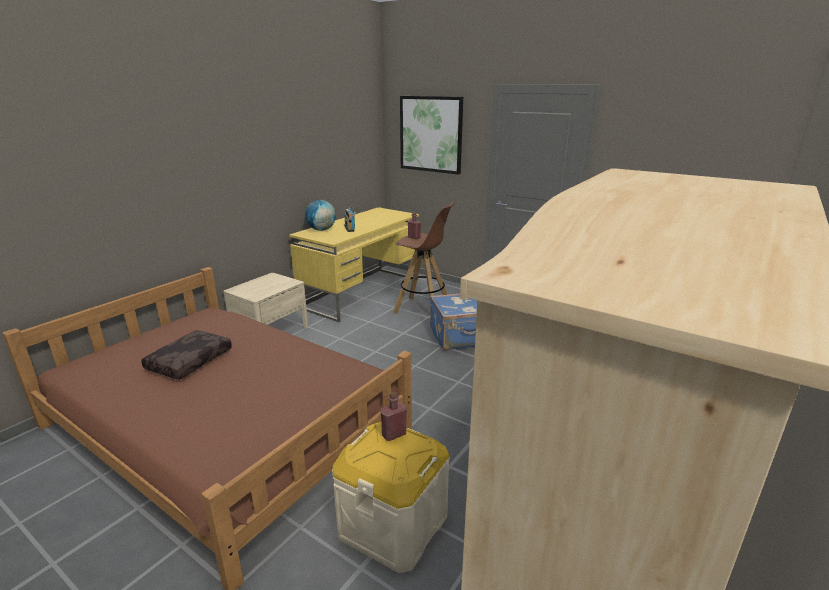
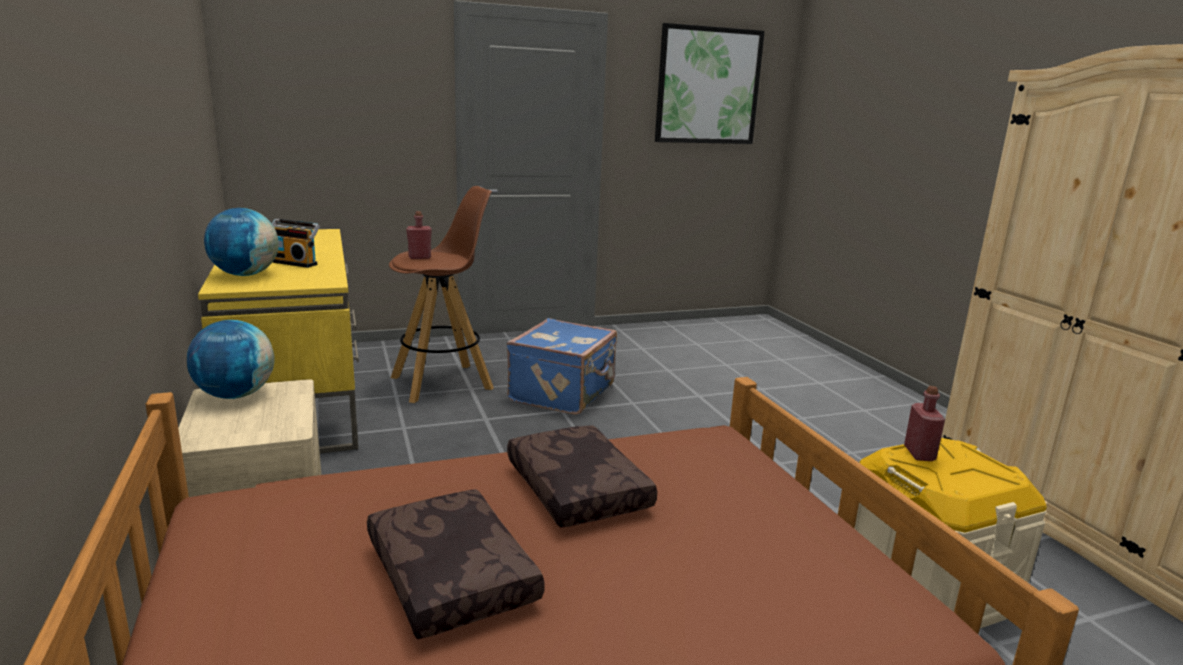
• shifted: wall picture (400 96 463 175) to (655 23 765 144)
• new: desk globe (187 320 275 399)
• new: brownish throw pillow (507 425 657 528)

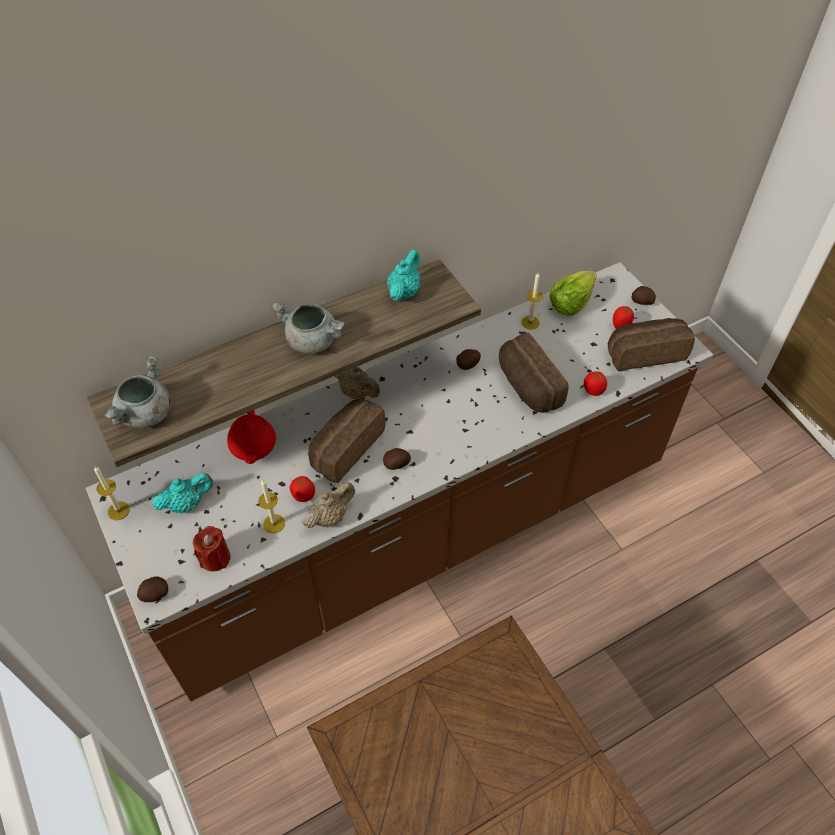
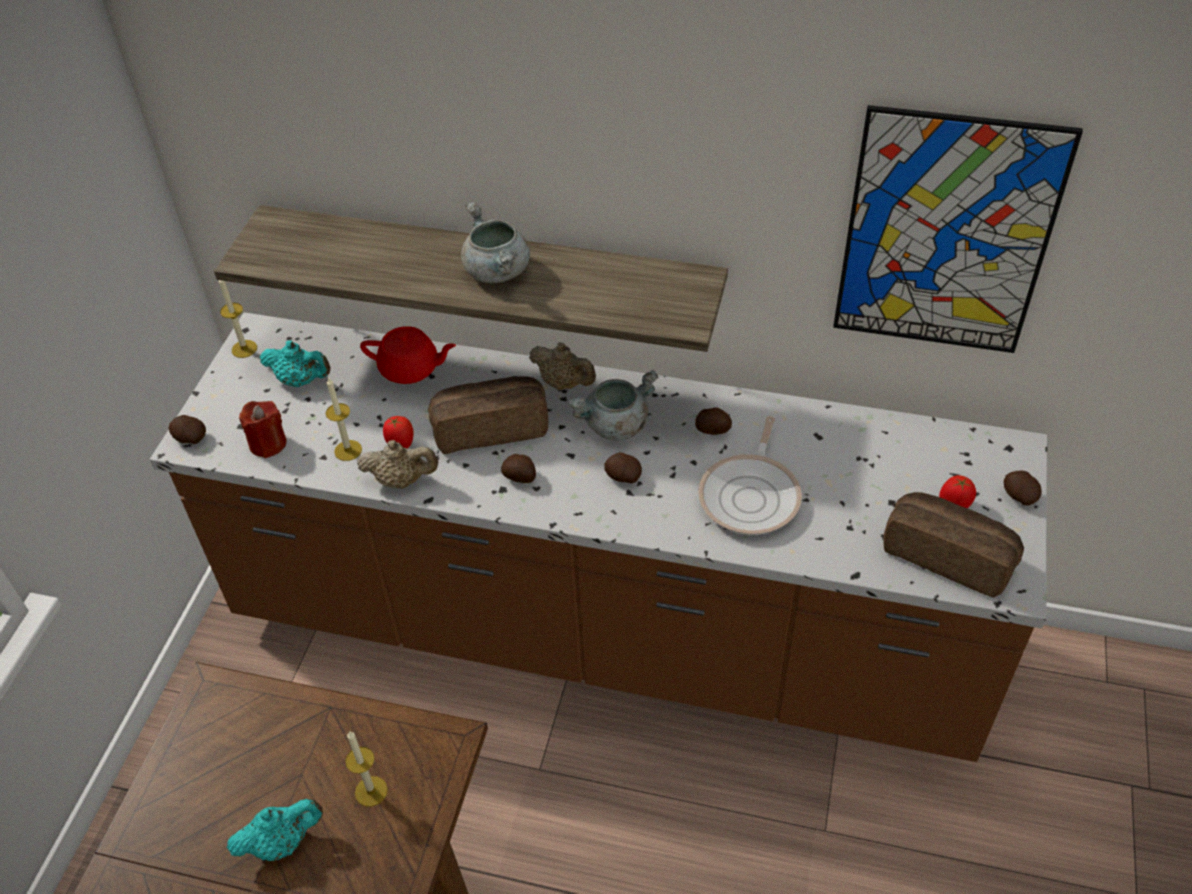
• shifted: turquoise-coloured teapot (387 249 421 301) to (227 799 323 861)
• gone: lettuce head (549 271 597 316)
• shifted: wax light (521 273 543 330) to (345 731 388 807)
• swapped: bread (499 333 569 413) to pan (698 416 802 535)
• shifted: grey saucepot (104 356 171 428) to (568 370 659 441)
• rotated: beige teapot (334 367 380 399) = (529 342 596 390) 45 degrees counterclockwise
• gone: fresh tomato (584 371 607 396)
• rotated: reddish teapot (227 410 276 464) = (360 326 456 384) 120 degrees counterclockwise
• new: wall picture (833 105 1083 353)
• new: potato (604 452 642 484)

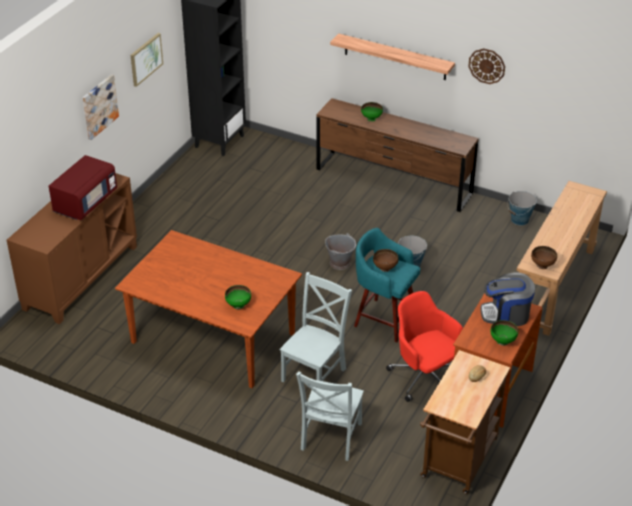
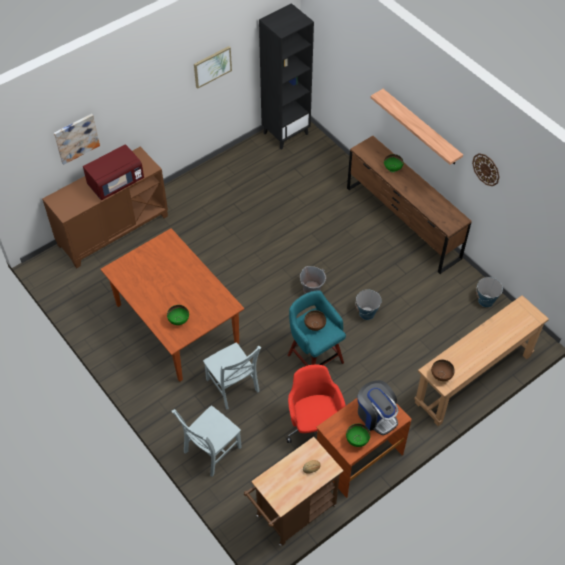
• shifted: wall picture (83 74 119 140) to (54 114 100 165)
• rotated: grey chair (280 272 352 383) = (203 342 261 410) 90 degrees clockwise
• rotated: coffee maker (480 272 535 326) = (358 380 398 435) 150 degrees counterclockwise

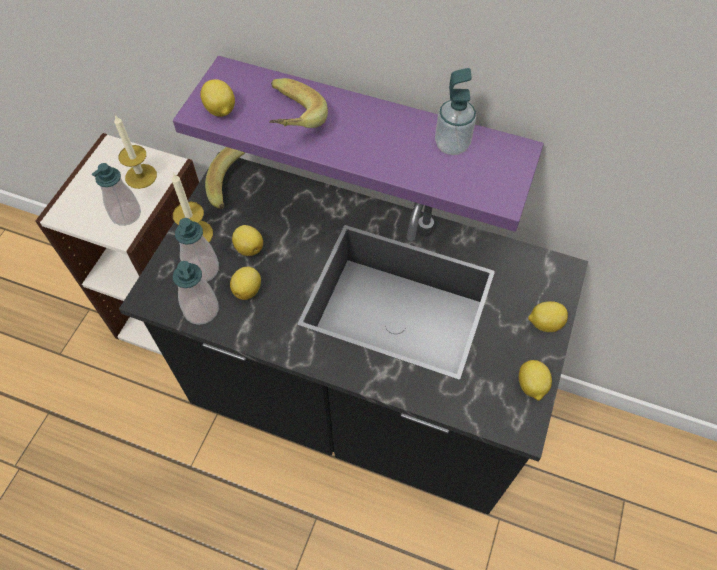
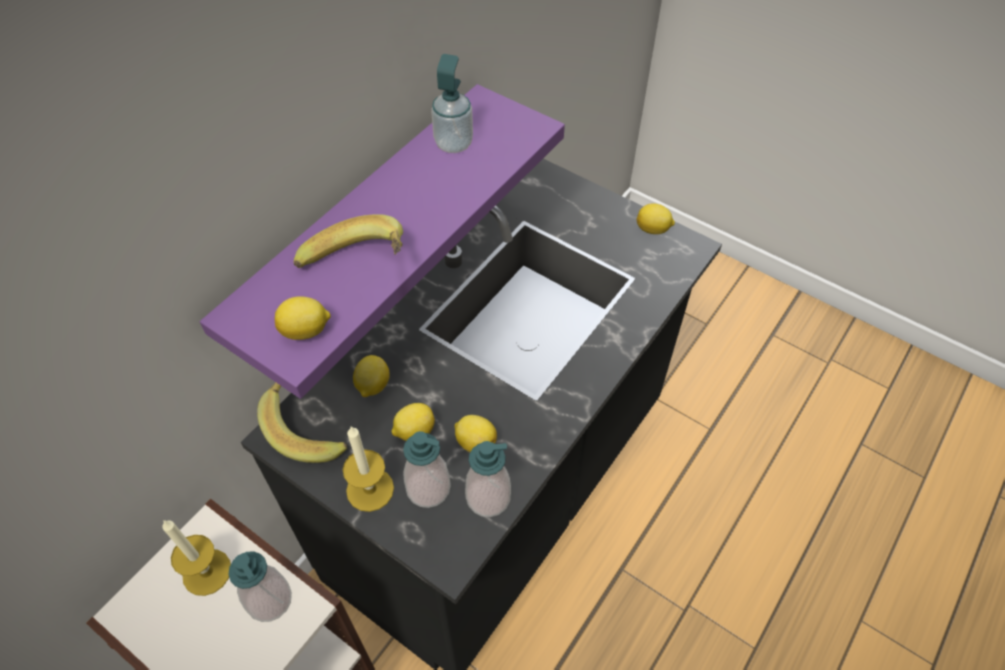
• shifted: lemon (528 301 568 332) to (353 355 390 397)

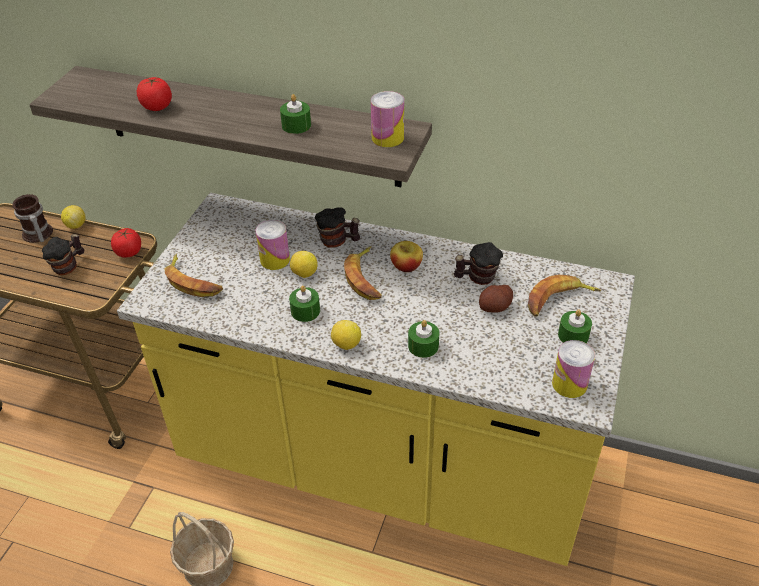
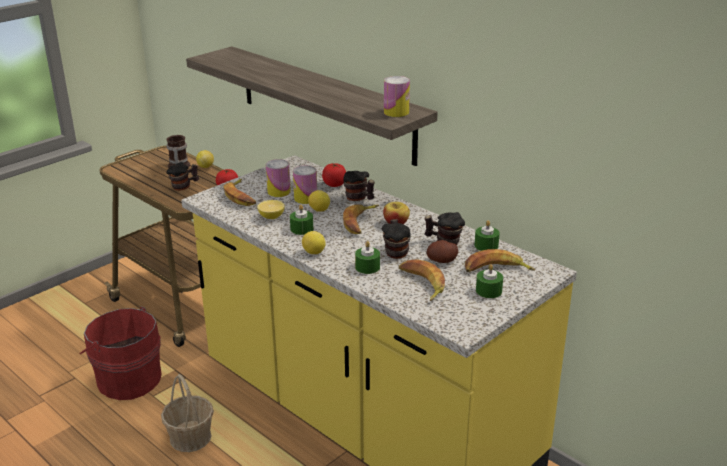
• shifted: fresh tomato (137 77 172 111) to (322 163 346 187)
• shifted: greenish wax light (280 94 311 134) to (475 220 500 251)
• shifted: sealed can (552 340 595 398) to (266 159 291 197)
• new: lemon (257 200 285 219)
• new: coffee mug (382 219 411 259)
• new: banana fruit (399 260 445 301)
• new: reddish pail (80 306 162 400)

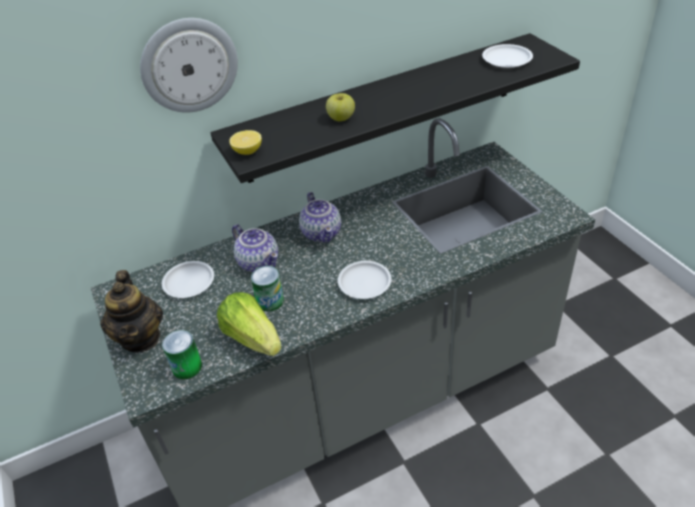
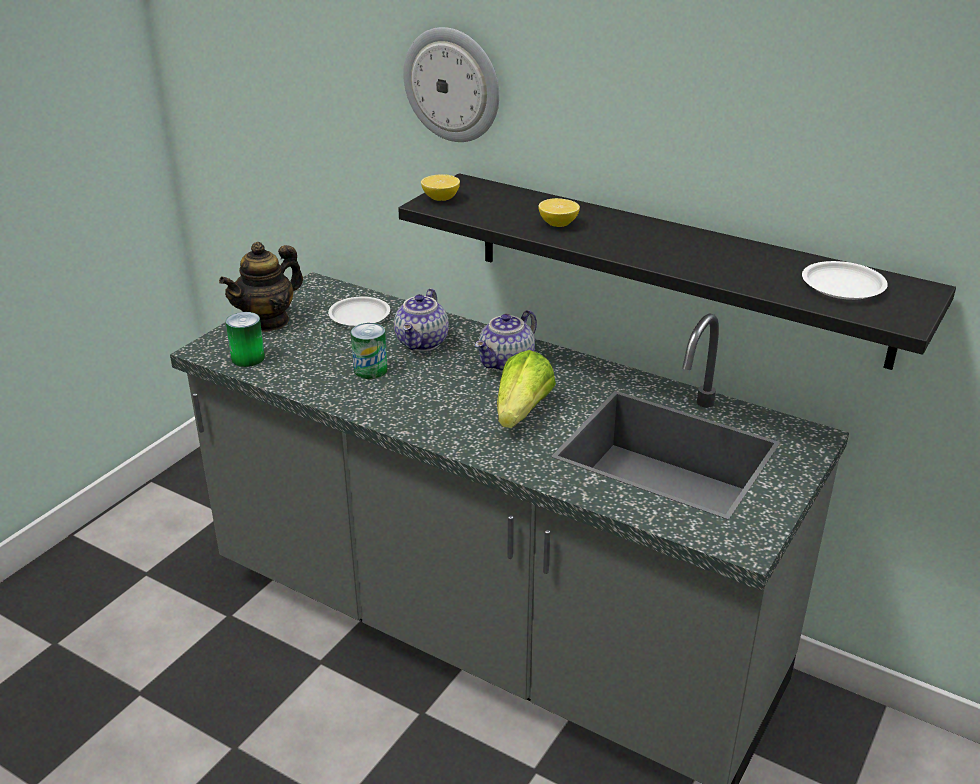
• swapped: apple fruit (326 93 355 121) to lemon (538 198 580 227)
• gone: white-coloured dinner plate (338 261 392 299)
• shifted: lettuce head (217 292 282 356) to (497 350 556 428)

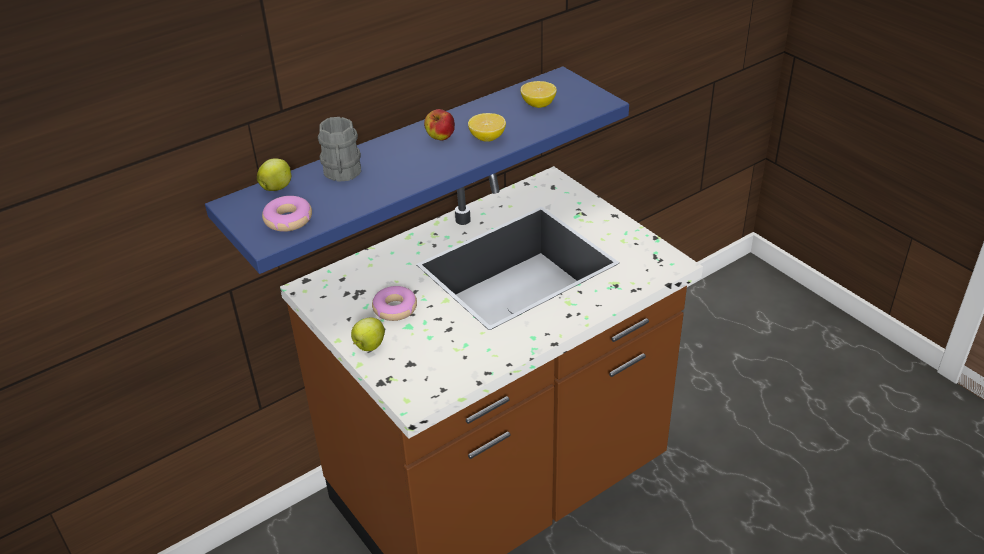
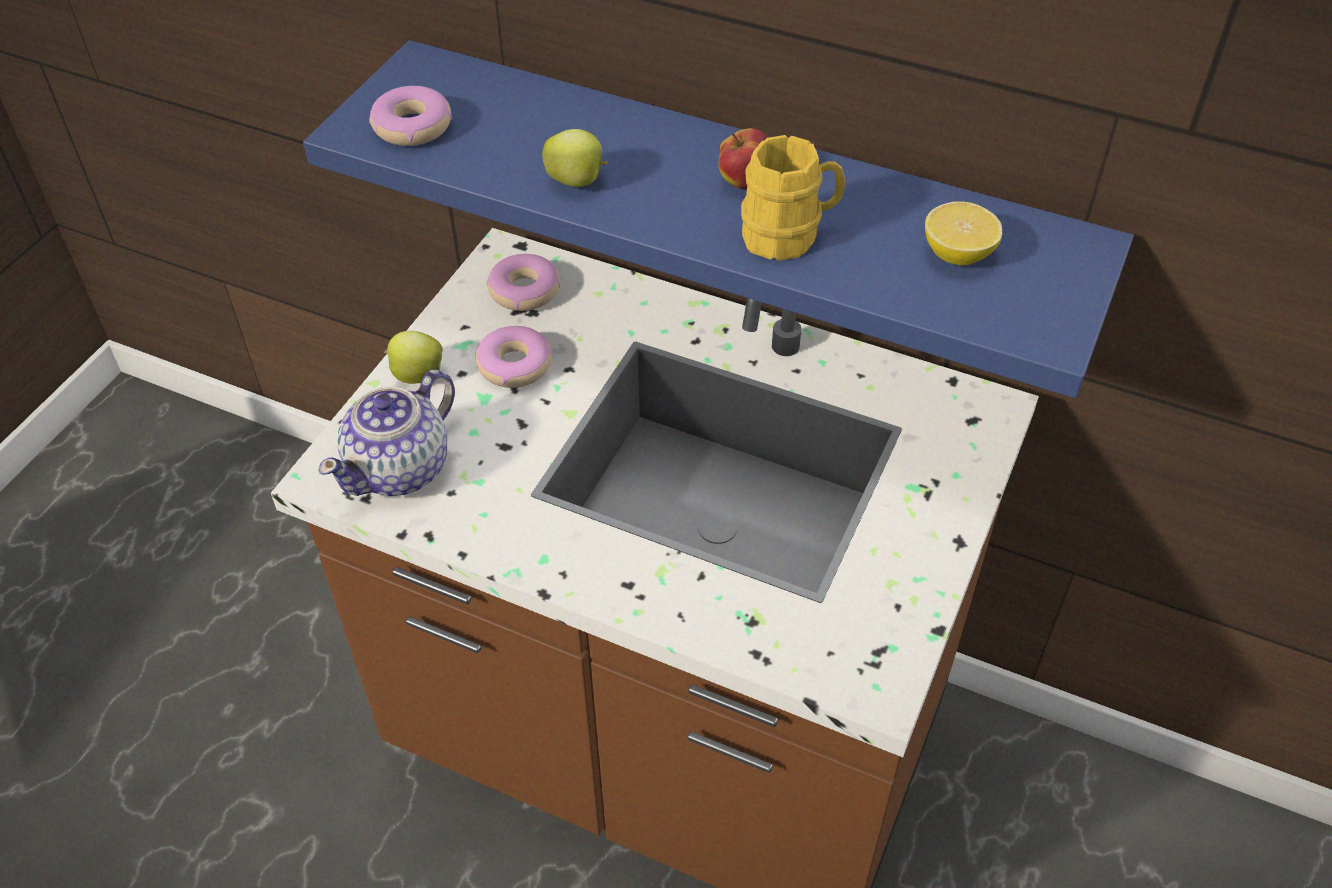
• swapped: lemon (468 113 506 142) to yellow coffee mug (741 135 845 261)
• gone: grey coffee mug (318 117 361 182)
• shifted: apple fruit (257 158 291 191) to (542 129 608 187)
• new: doughnut (486 254 560 311)
• new: teapot (319 369 455 496)

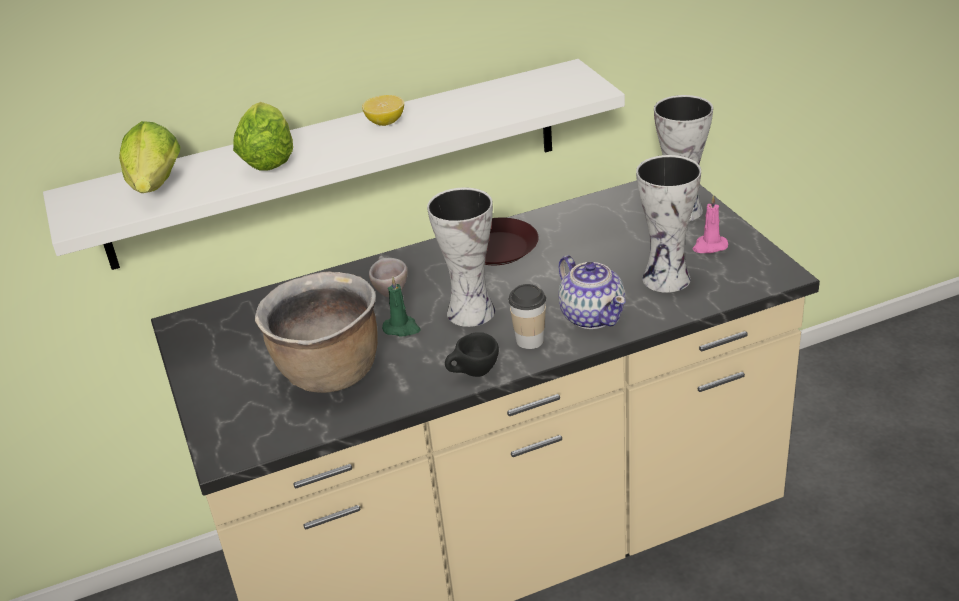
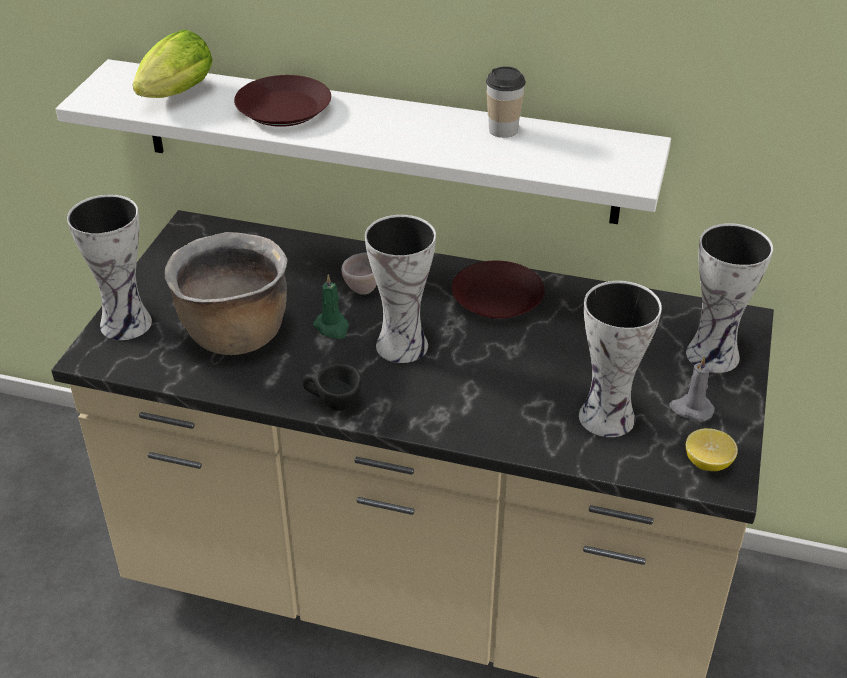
• shifted: lemon (362 95 404 126) to (686 428 738 471)
• swapped: lettuce head (233 102 293 171) to brownish dinner plate (234 75 331 127)
• repainted: pink wax light (692 195 728 253) to grey wax light (669 356 715 422)
• gone: teapot (558 255 626 329)
• shifted: drinking cup (508 284 546 349) to (486 66 526 138)
• new: decorative vase (67 195 152 340)

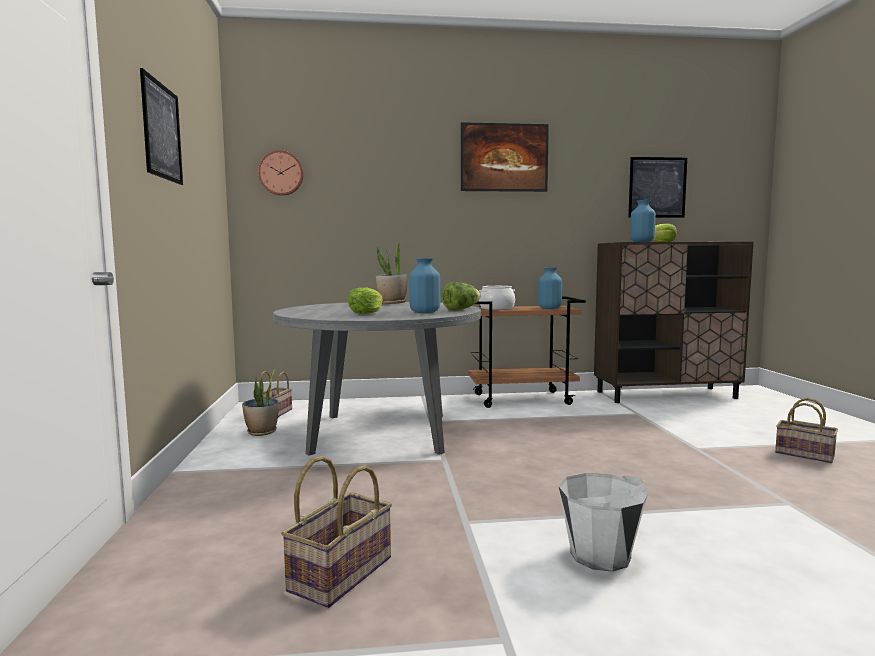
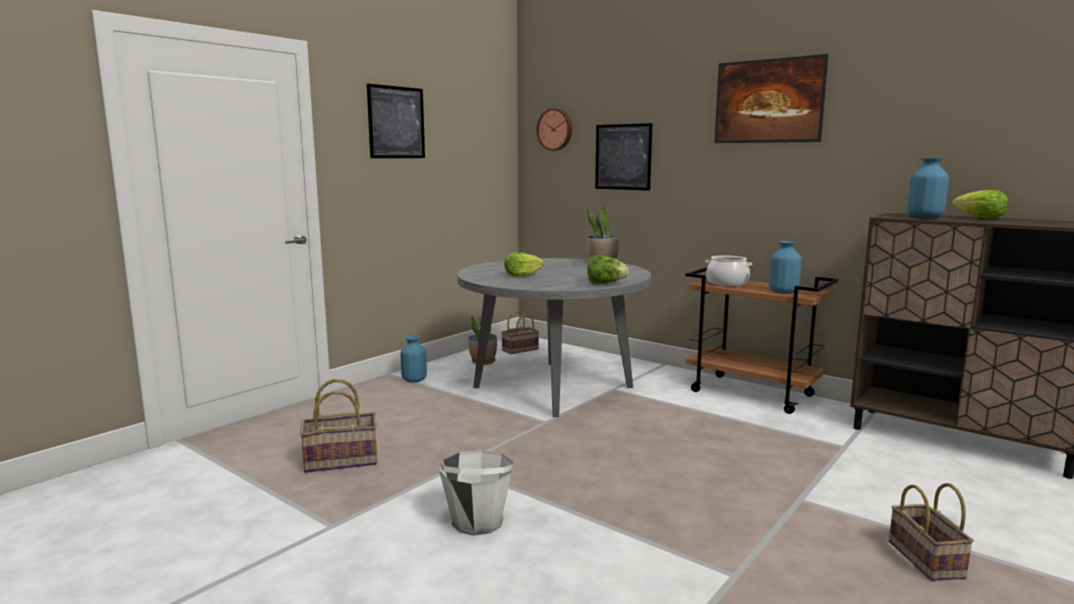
• shifted: wall picture (628 157 687 218) to (595 123 653 191)
• shifted: bluish decorative vase (409 258 440 313) to (401 336 427 383)

